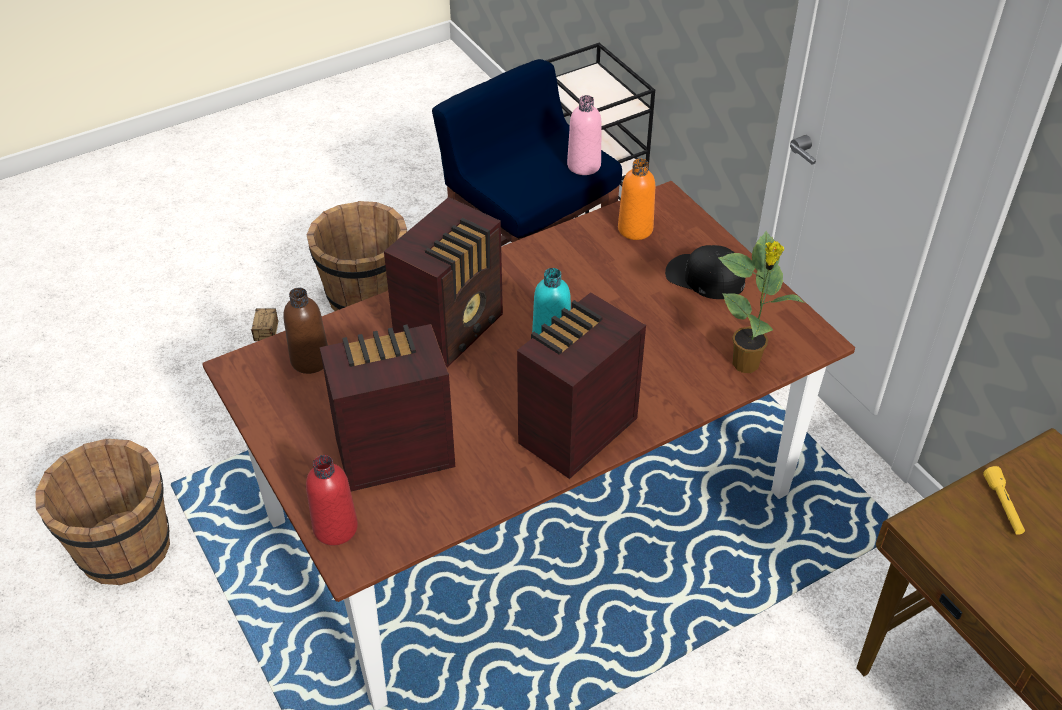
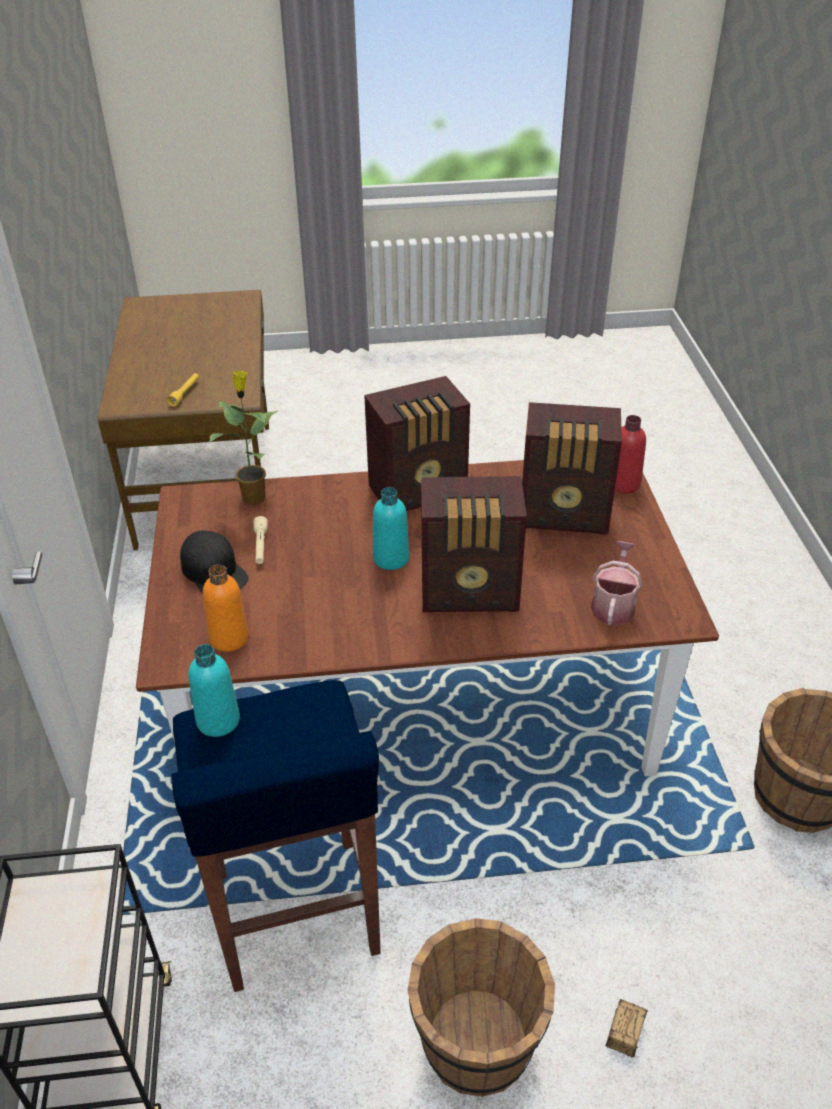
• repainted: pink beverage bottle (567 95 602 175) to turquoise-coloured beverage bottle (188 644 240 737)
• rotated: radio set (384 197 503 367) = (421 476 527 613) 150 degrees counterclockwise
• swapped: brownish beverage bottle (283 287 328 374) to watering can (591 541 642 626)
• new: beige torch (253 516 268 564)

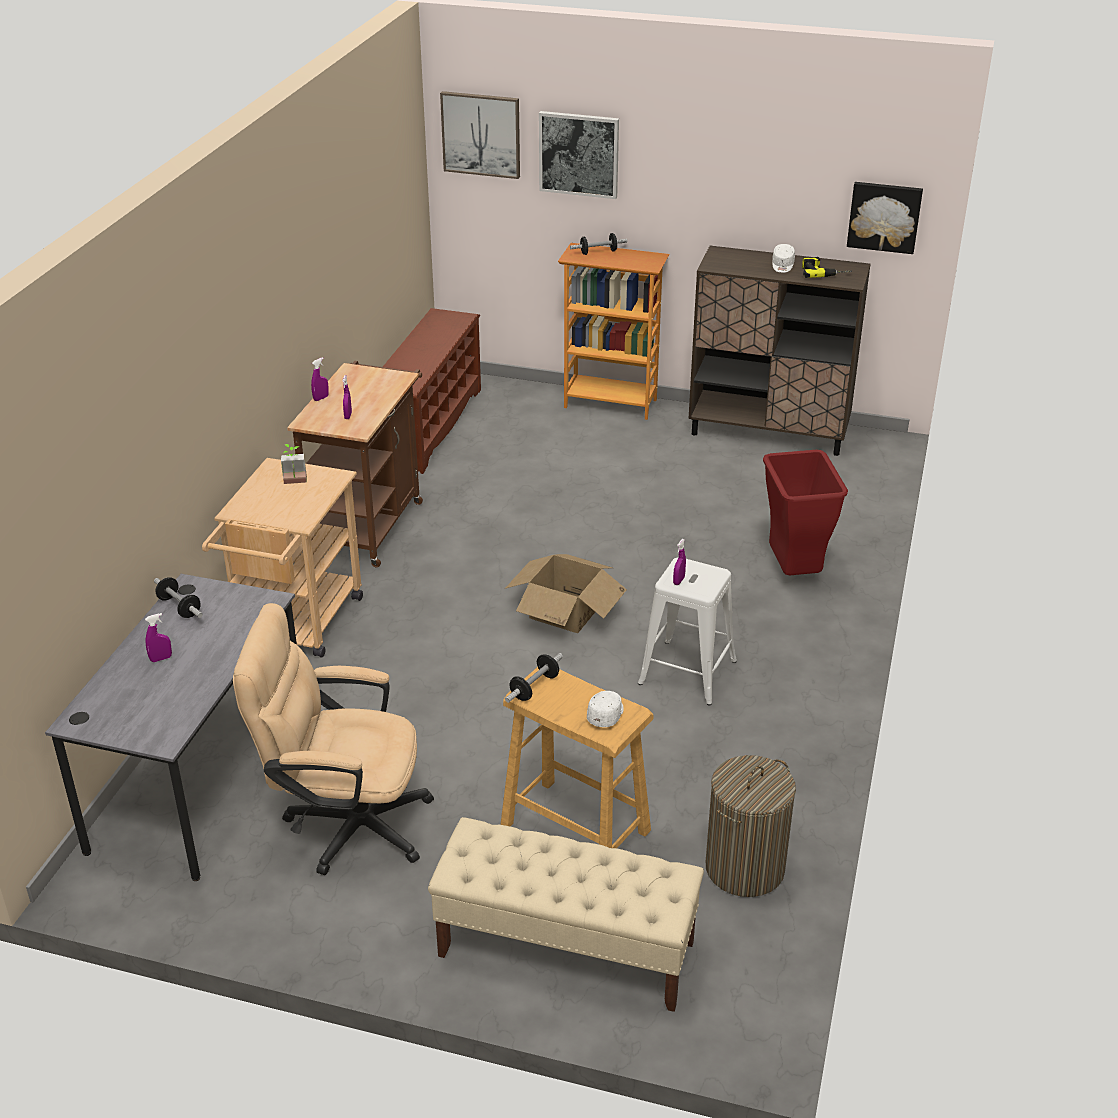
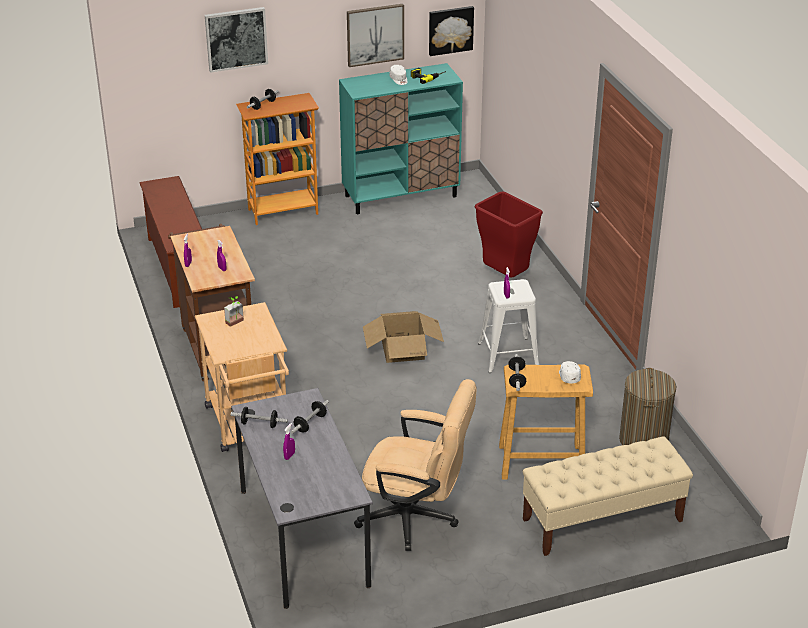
• shifted: wall picture (440 91 520 179) to (347 4 404 67)
• repainted: brownish cabinet (688 246 871 456) to turquoise-coloured cabinet (339 63 463 214)
• rotated: beige office chair (233 603 434 875) = (354 379 477 551) 135 degrees counterclockwise
• new: hand weight (291 400 329 434)

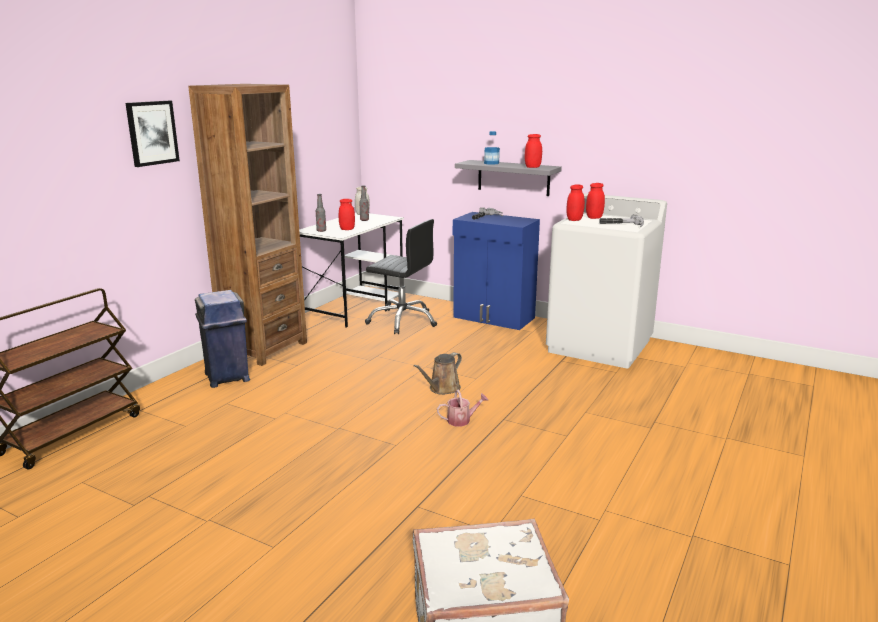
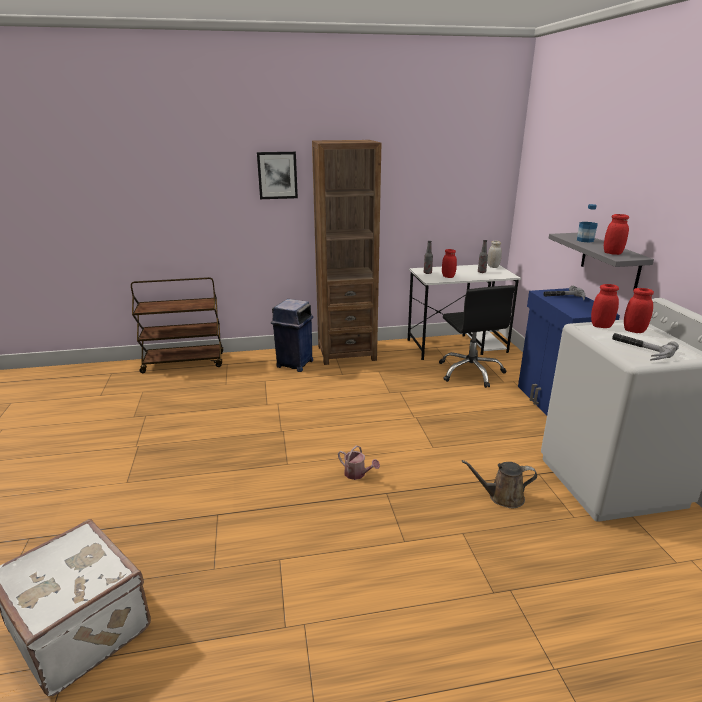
• shifted: brownish watering can (413 352 462 395) to (462 460 537 508)

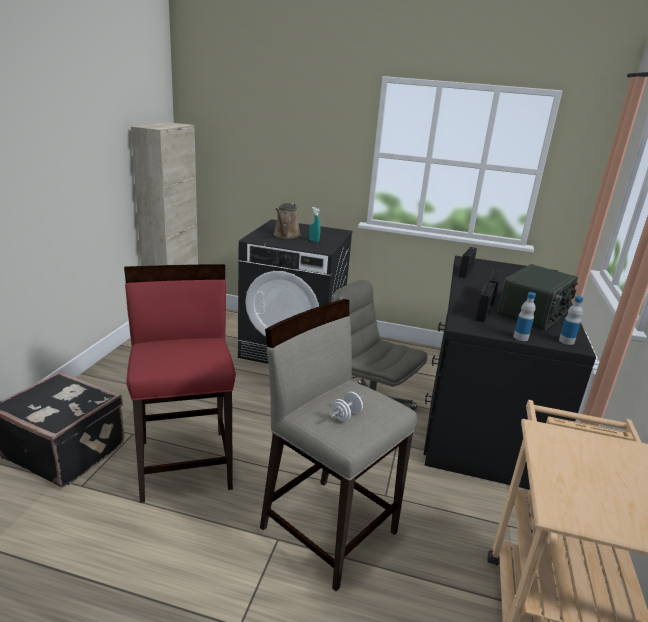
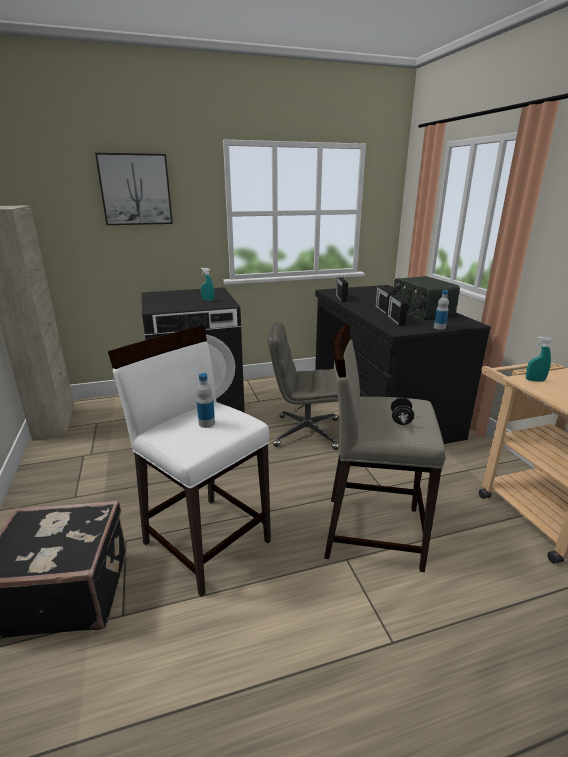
• gone: brownish watering can (273 203 301 239)
• repainted: reddish stool (124 264 236 503) to white-coloured stool (108 326 271 597)
• rotated: radio set (498 264 578 330) = (393 276 460 320) 150 degrees clockwise
• shifted: beverage bottle (559 296 583 345) to (197 373 215 428)
• repainted: white-coloured hand weight (329 392 363 422) to blackish hand weight (391 397 414 425)
• new: wall picture (95 153 173 225)
• new: turquoise-coloured spray bottle (526 337 553 382)

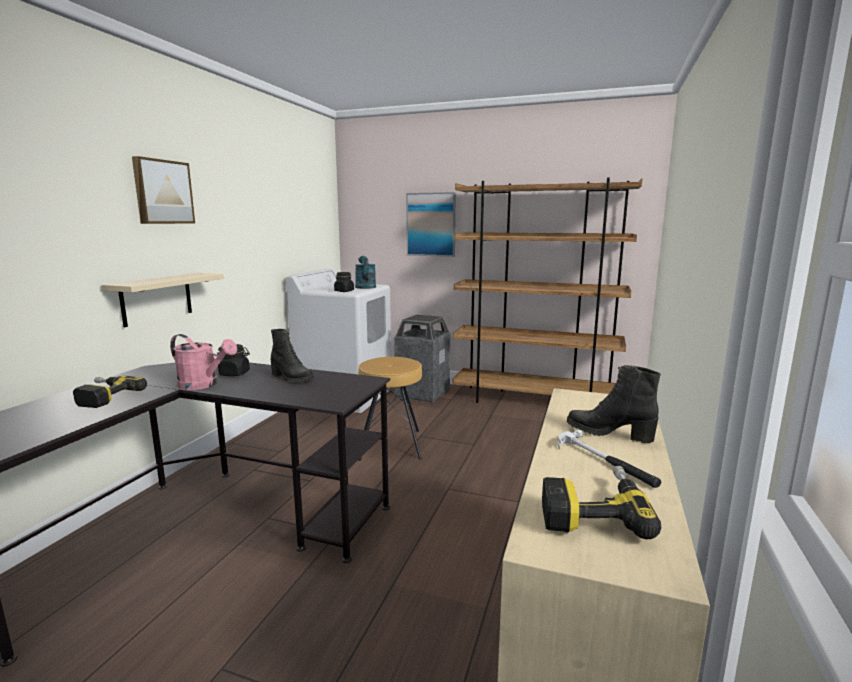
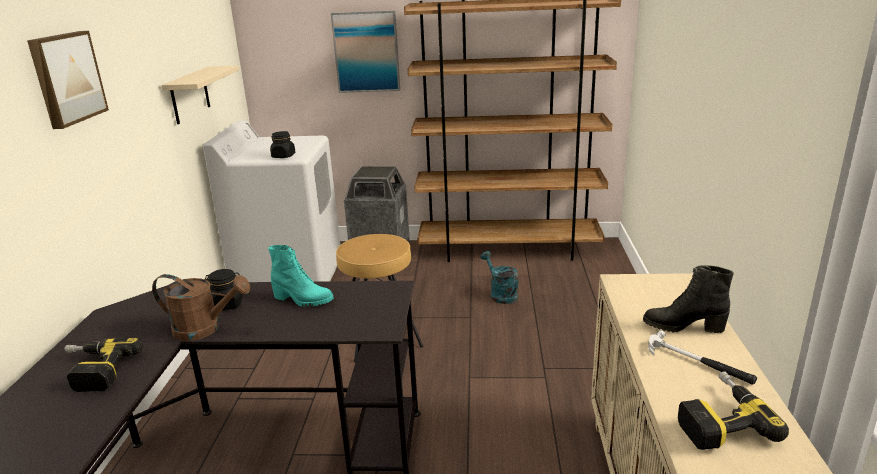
• shifted: turquoise-coloured watering can (355 256 376 289) to (480 251 519 304)
• shifted: beige bracket shelf (101 273 224 327) to (161 66 239 124)
• repainted: blackish high-top boot (271 329 314 382) to turquoise-coloured high-top boot (268 245 333 307)
• repainted: pink watering can (170 334 237 390) to brownish watering can (152 274 250 341)

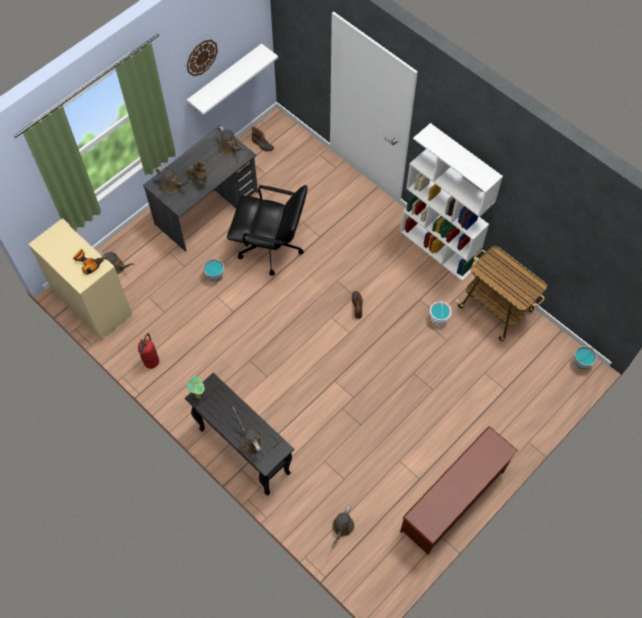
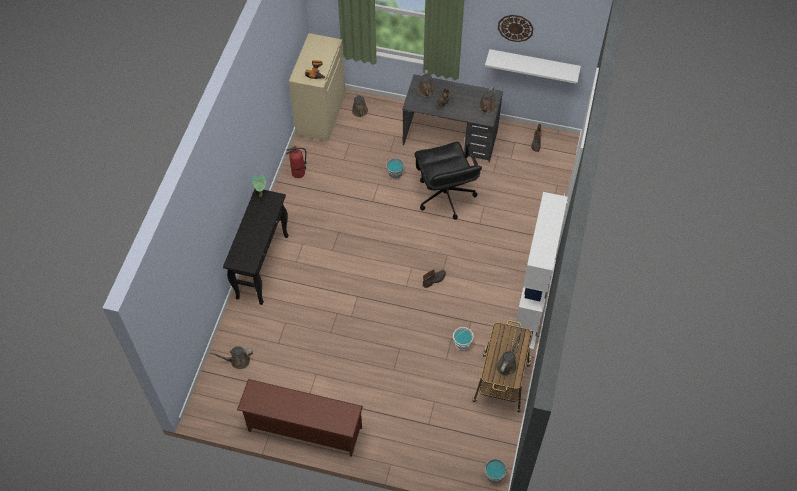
• shifted: brownish watering can (232 407 263 455) to (496 331 521 376)

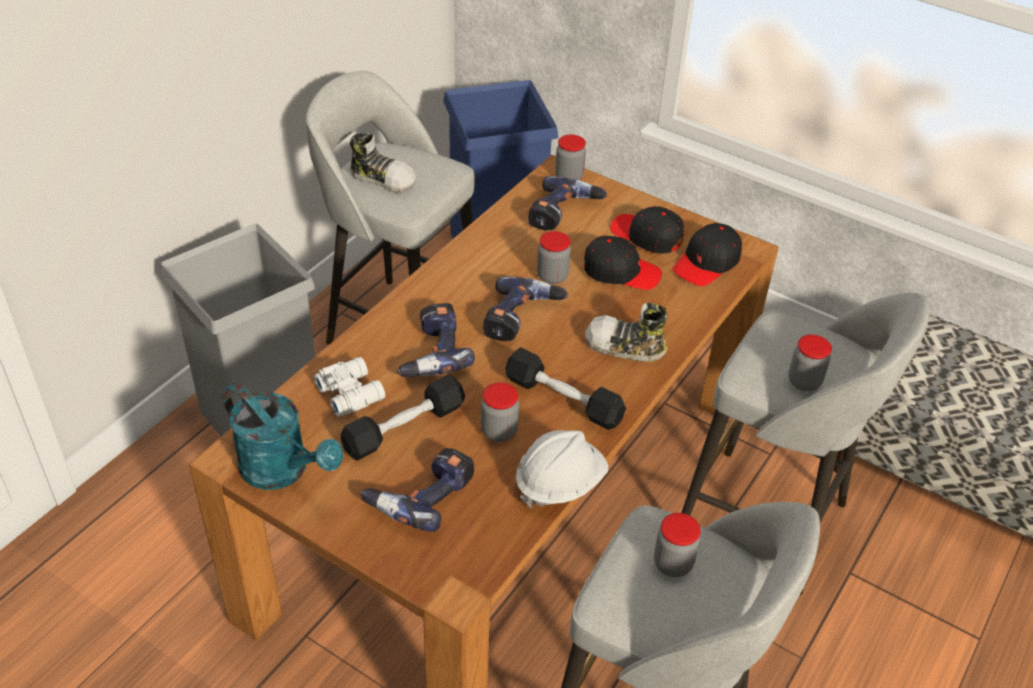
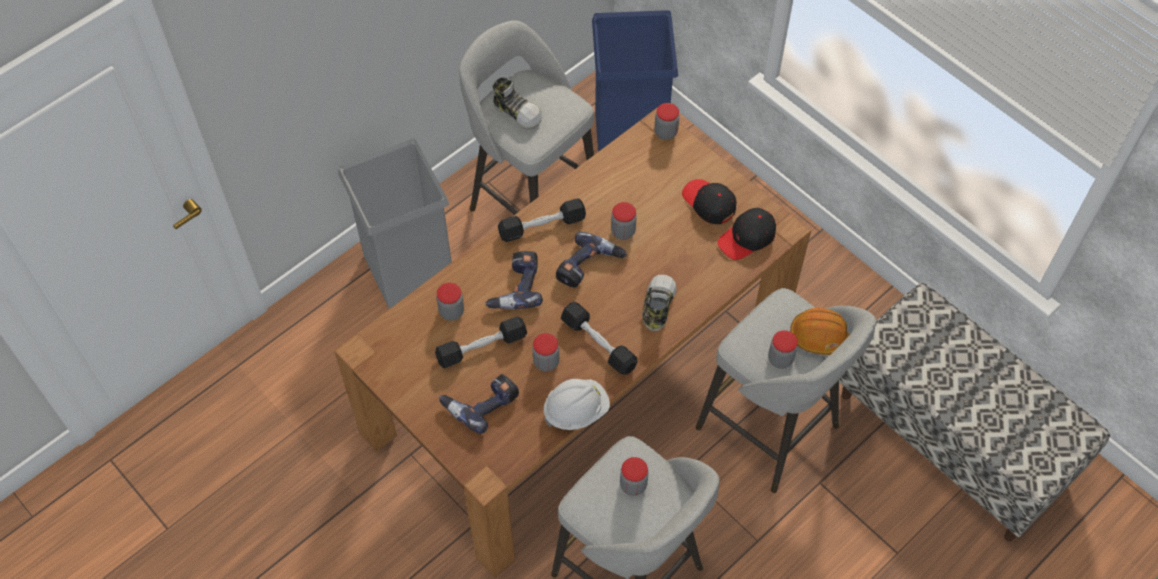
• gone: power drill (528 176 607 231)
• gone: blackish peaked cap (584 236 662 290)
• rotated: shoe (585 303 668 362) = (642 275 676 331) 75 degrees clockwise
• swapped: white-coloured field glasses (314 357 385 417) to storage jar (436 283 464 321)
• gone: turquoise-coloured watering can (222 383 343 490)
• new: blackish hand weight (498 198 586 242)
• new: orange safety helmet (790 308 849 355)

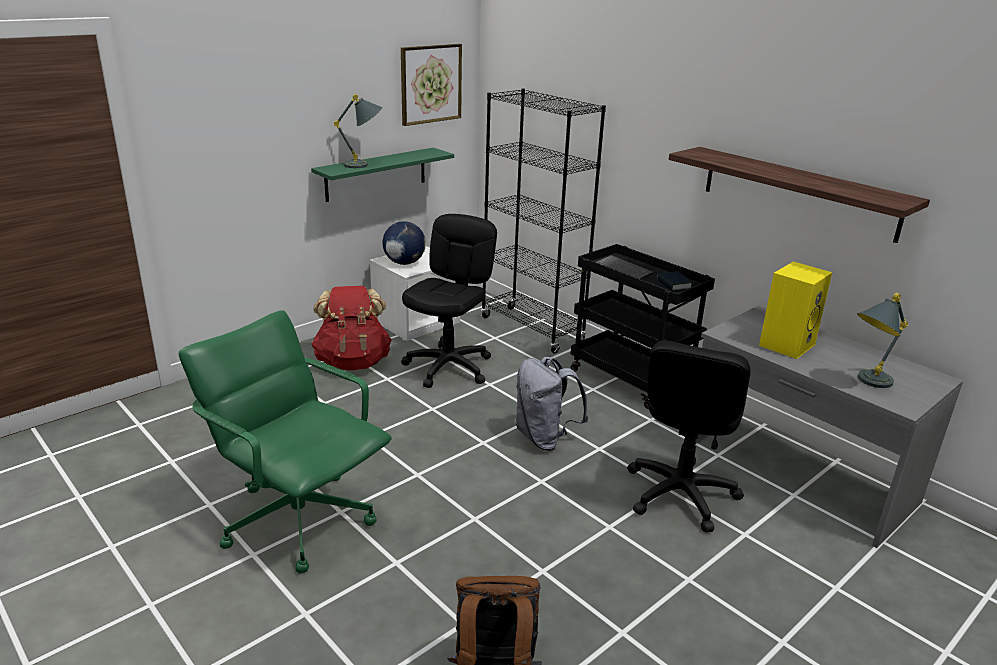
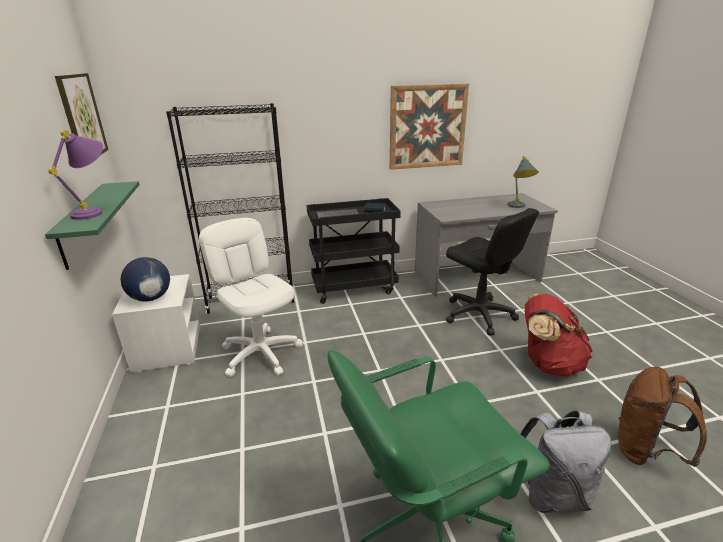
• repainted: grey tabletop lamp (334 94 382 168) to purplish tabletop lamp (48 130 103 220)
• swapped: bracket shelf (669 147 930 243) to wall picture (390 84 469 170)
• repainted: blackish office chair (401 214 497 388) to white-coloured office chair (199 218 303 377)
• gone: yellow loudspeaker (759 261 832 359)
• shifted: reddish rucksack (312 286 392 370) to (525 294 593 377)
• shifted: grey rucksack (516 357 588 451) to (521 410 611 513)

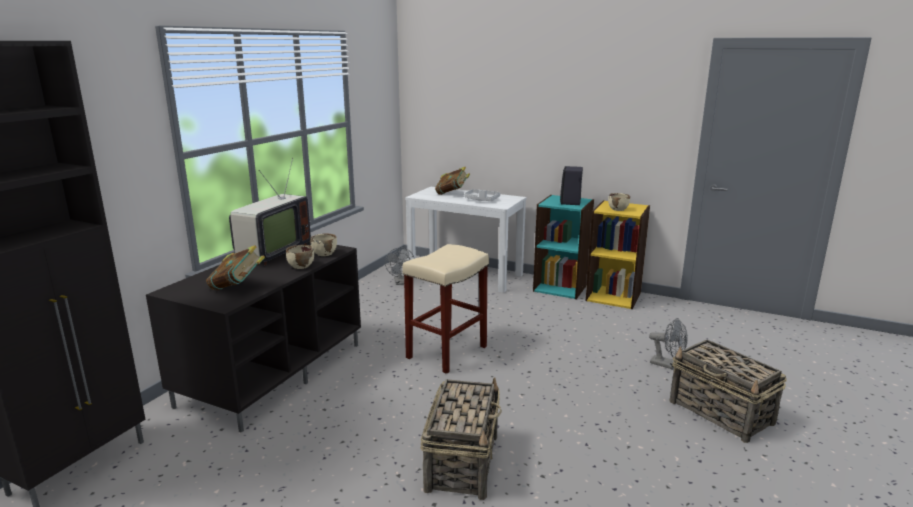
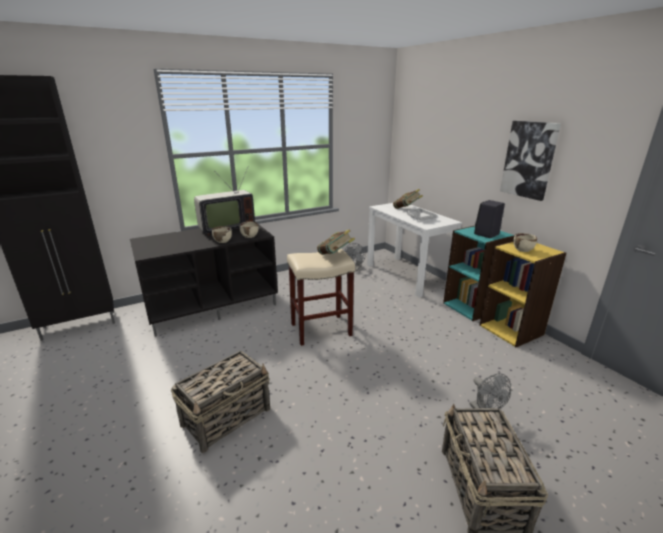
• shifted: volume (206 245 265 290) to (317 230 355 255)
• new: wall picture (500 121 561 201)

